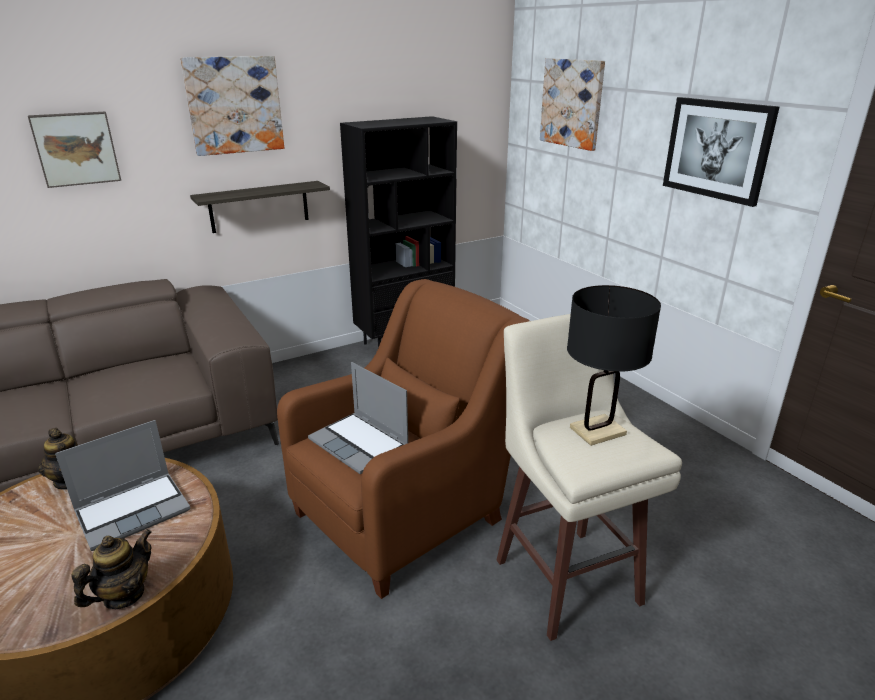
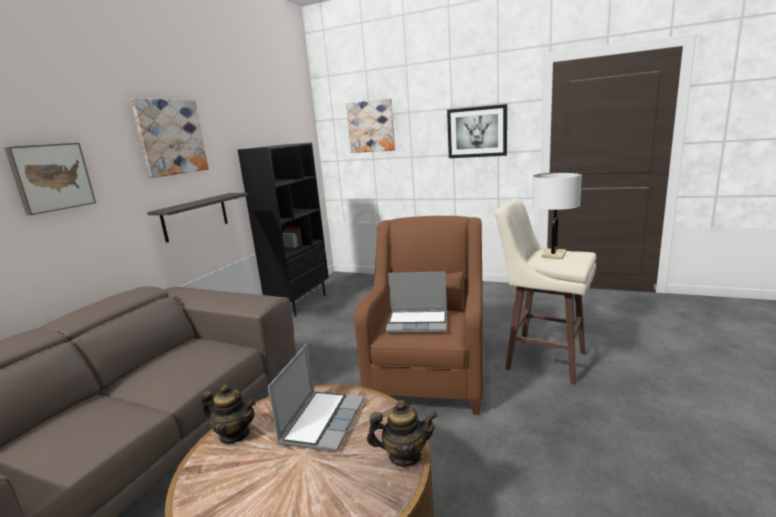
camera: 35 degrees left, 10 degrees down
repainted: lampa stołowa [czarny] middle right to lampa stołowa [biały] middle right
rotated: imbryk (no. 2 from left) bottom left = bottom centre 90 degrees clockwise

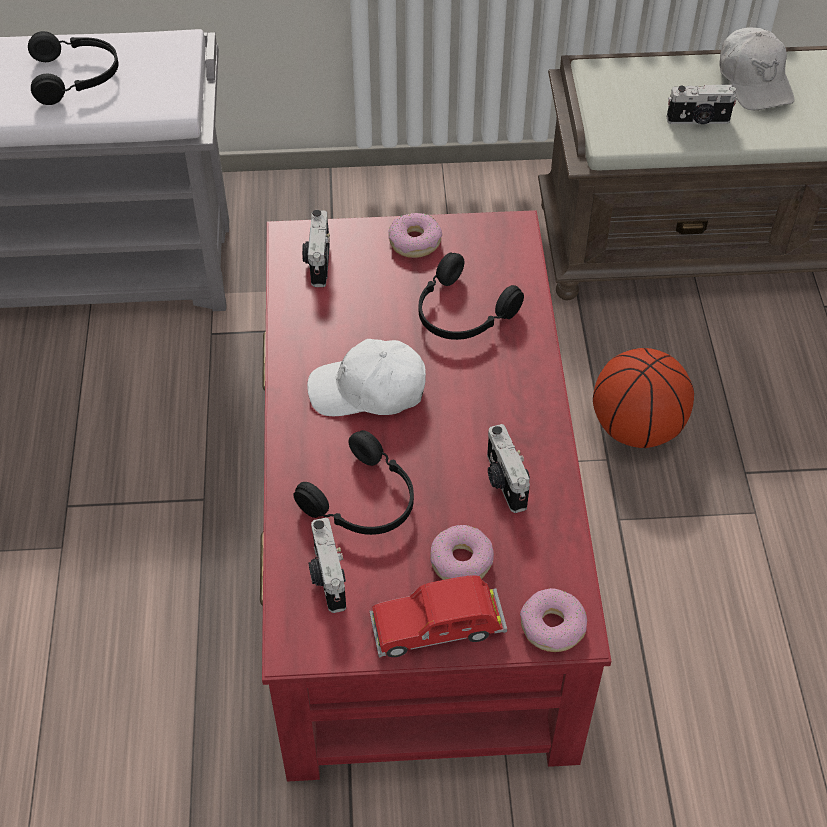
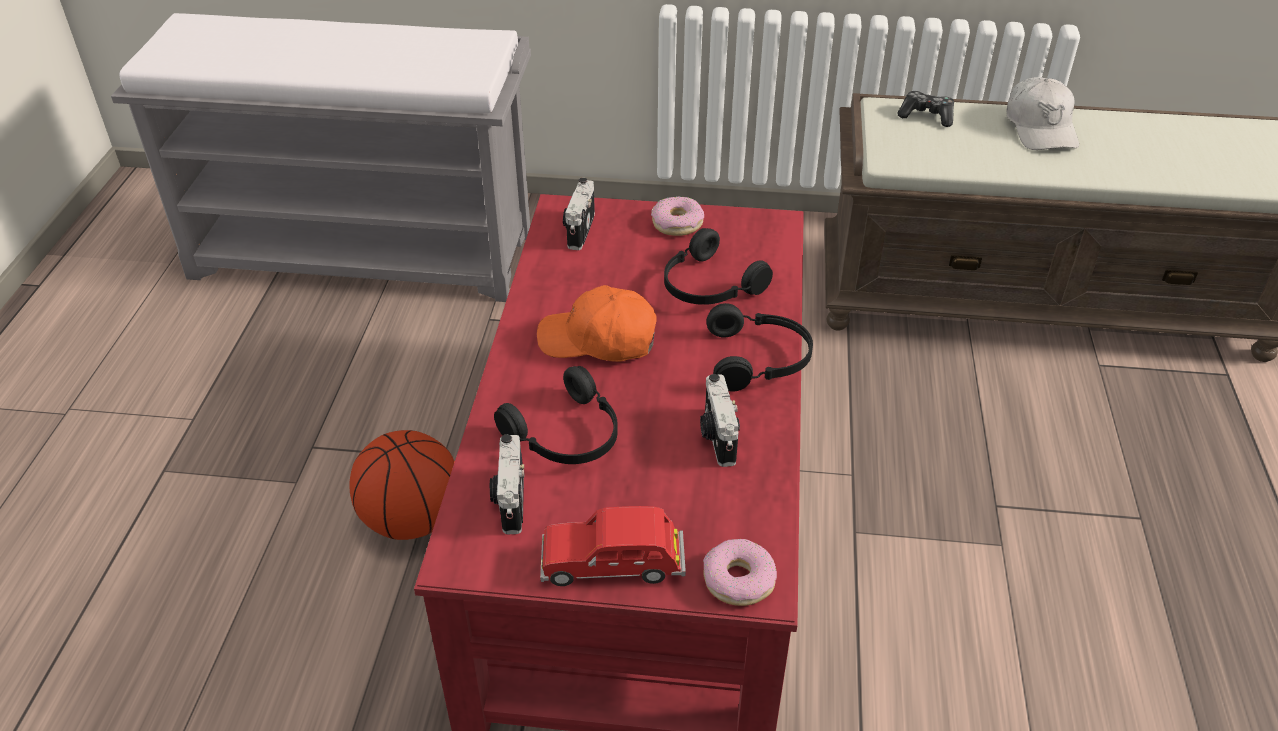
camera: 10 degrees right, 10 degrees down
gone: donut (no. 2 from left) bottom centre; aparat fotograficzny (no. 4 from left) top right
new: pad do gier top right
shifted: słuchawki [czarny] (no. 1 from left in the first image) top left to słuchawki [czarny] (no. 3 from left) centre; piłka do koszykówki middle right to middle left
repainted: czapka z daszkiem [biały] (no. 1 from left) centre to czapka z daszkiem [pomarańczowy] centre

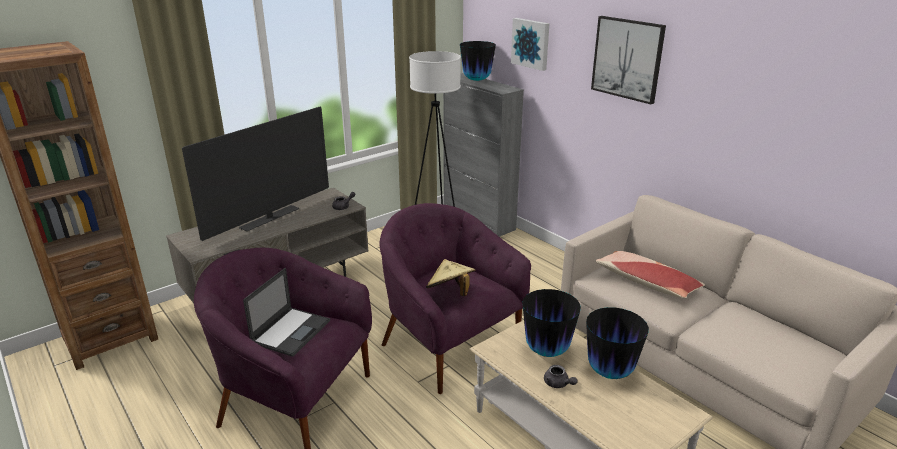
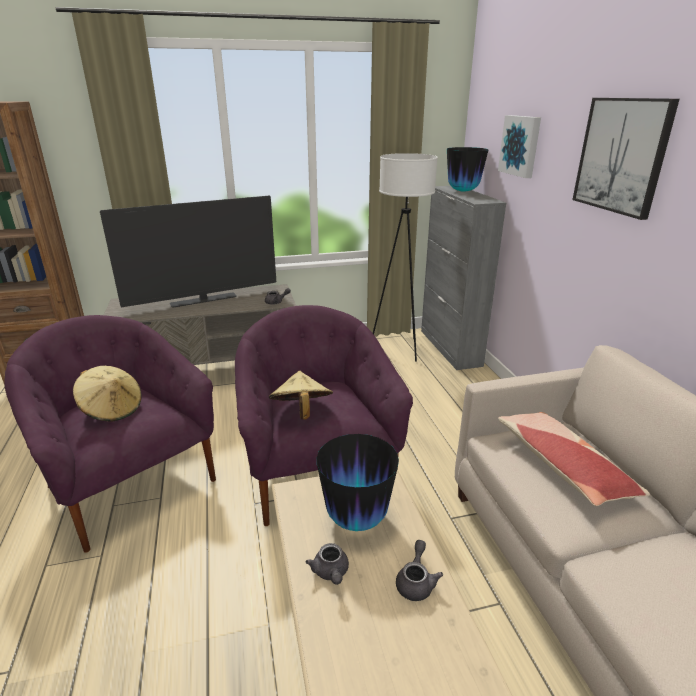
camera: 25 degrees right, 0 degrees up
swapped: laptop bottom left to kapelusz [beżowy] (no. 1 from left) middle left; wazon (no. 3 from left) bottom right to imbryk [szary] (no. 3 from left) bottom centre

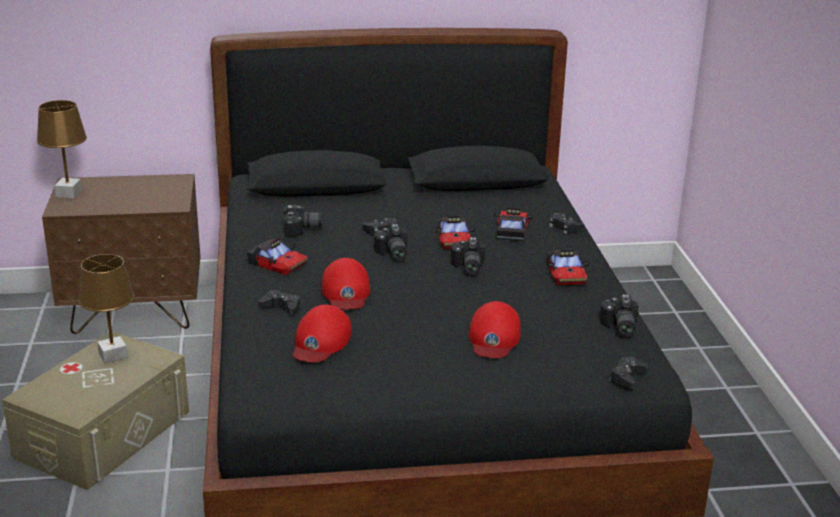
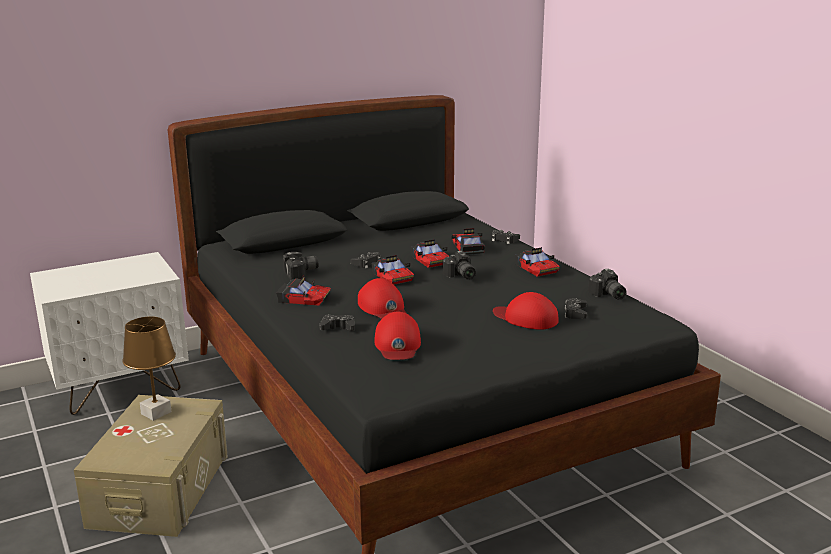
camera: 20 degrees left, 5 degrees down
gone: lampa stołowa [brązowy] (no. 1 from left) top left
shifted: pad do gier [czarny] (no. 4 from left) bottom right to middle right
swapped: aparat fotograficzny (no. 2 from left) centre to samochodzik (no. 2 from left) centre
repainted: szafka nocna [brązowy] middle left to szafka nocna [biały] middle left
rotated: czapka z daszkiem [czerwony] (no. 3 from left) centre = centre 135 degrees clockwise

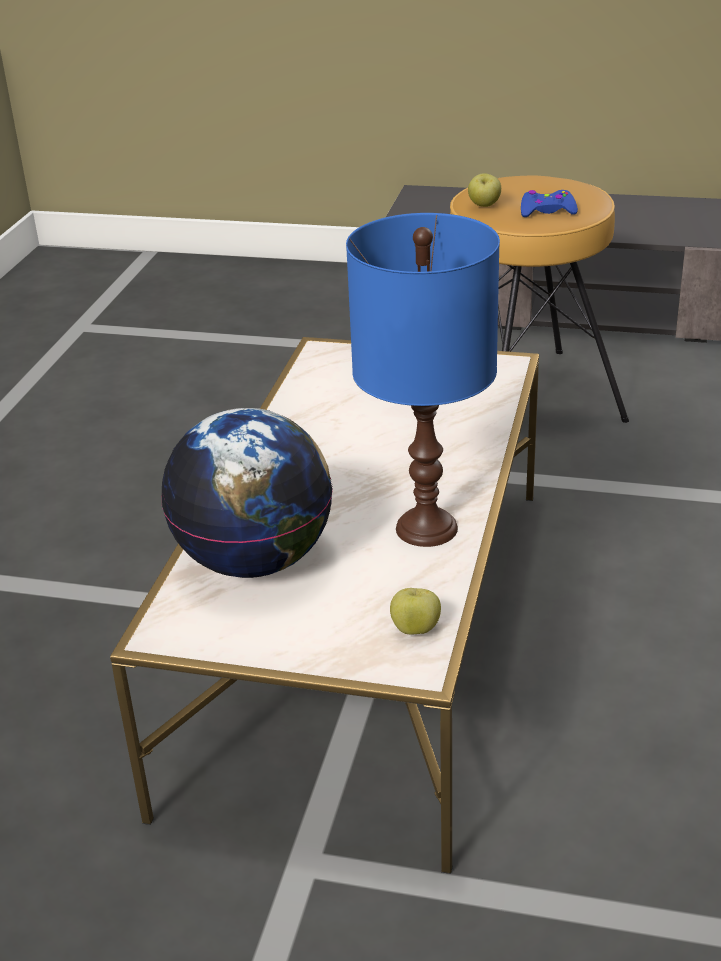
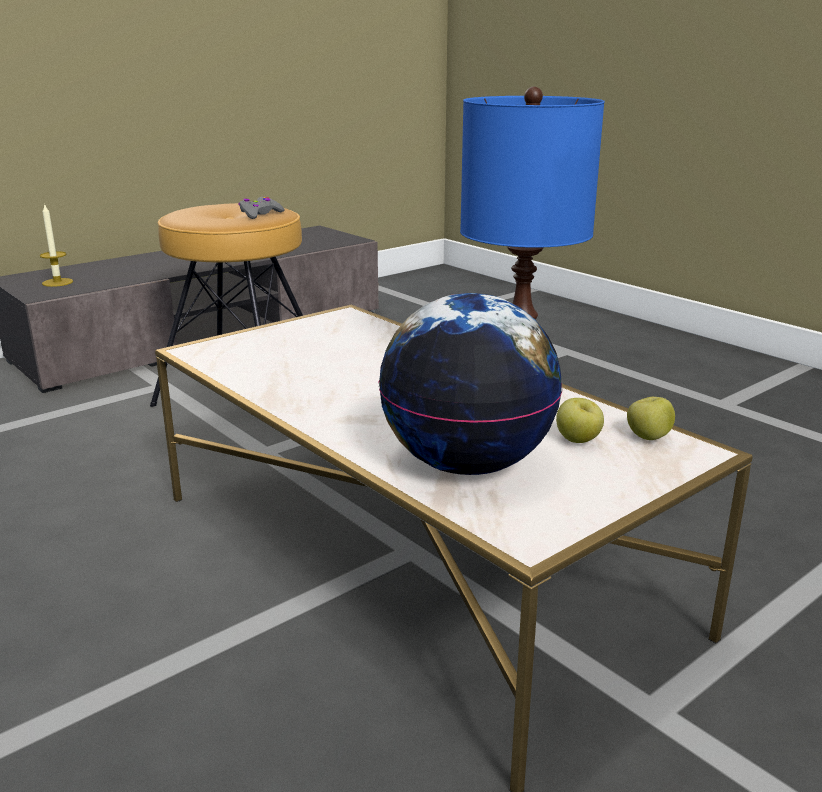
camera: 55 degrees left, 10 degrees down
new: świeca top left
shifted: jabłko (no. 2 from left in the first image) top right to jabłko (no. 1 from left) middle right
repainted: pad do gier [niebieski] top right to pad do gier [szary] top left

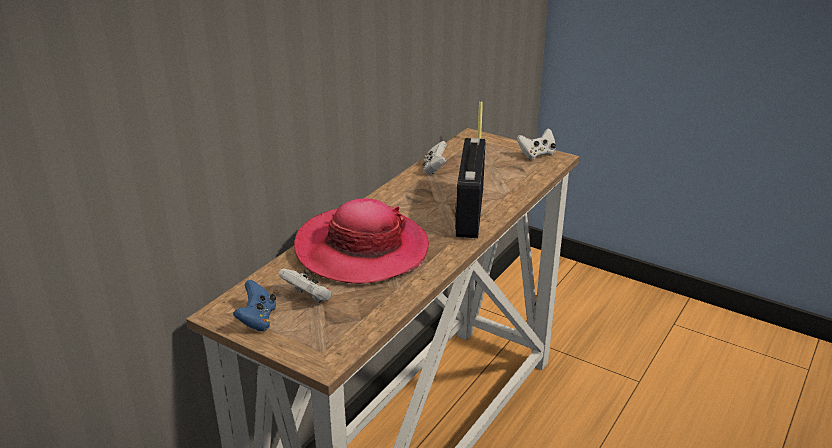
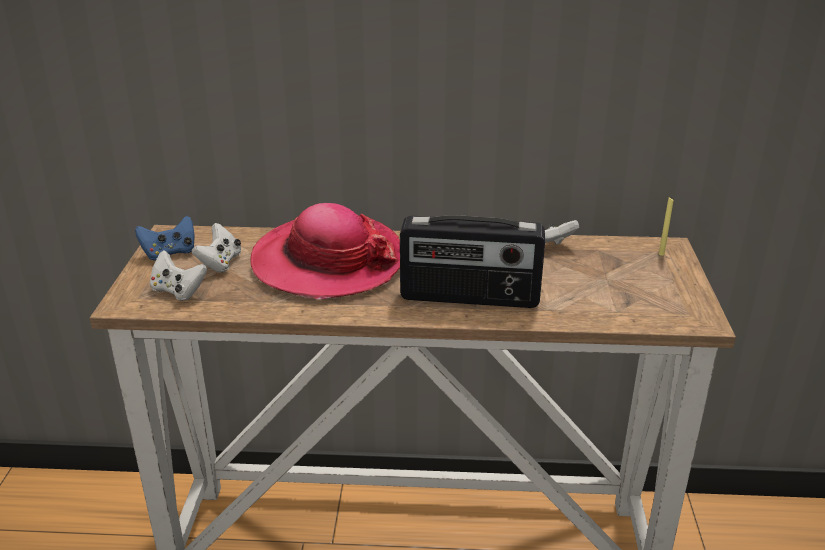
camera: 60 degrees right, 0 degrees up
shifted: pad do gier [biały] (no. 3 from left in the first image) top centre to pad do gier [biały] (no. 1 from left) middle left
rotated: radio centre = centre 150 degrees counterclockwise

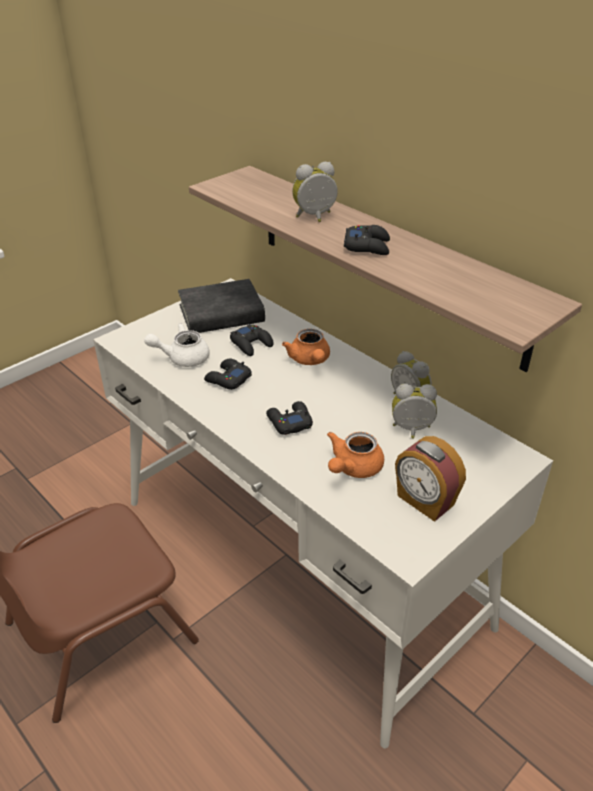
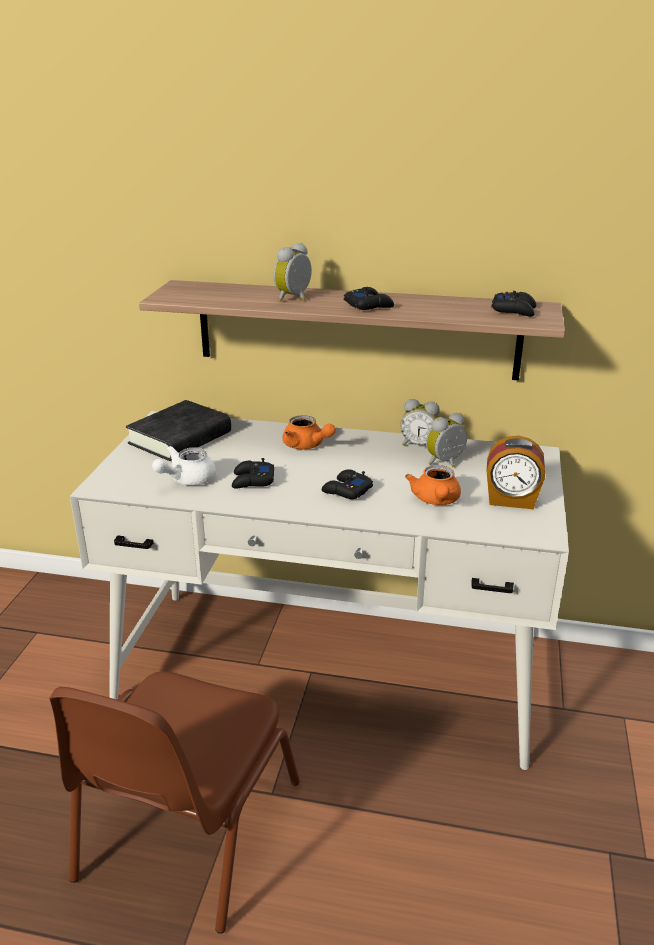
camera: 35 degrees left, 10 degrees down
shifted: pad do gier [czarny] (no. 2 from left in the first image) centre to pad do gier [czarny] (no. 4 from left) top right

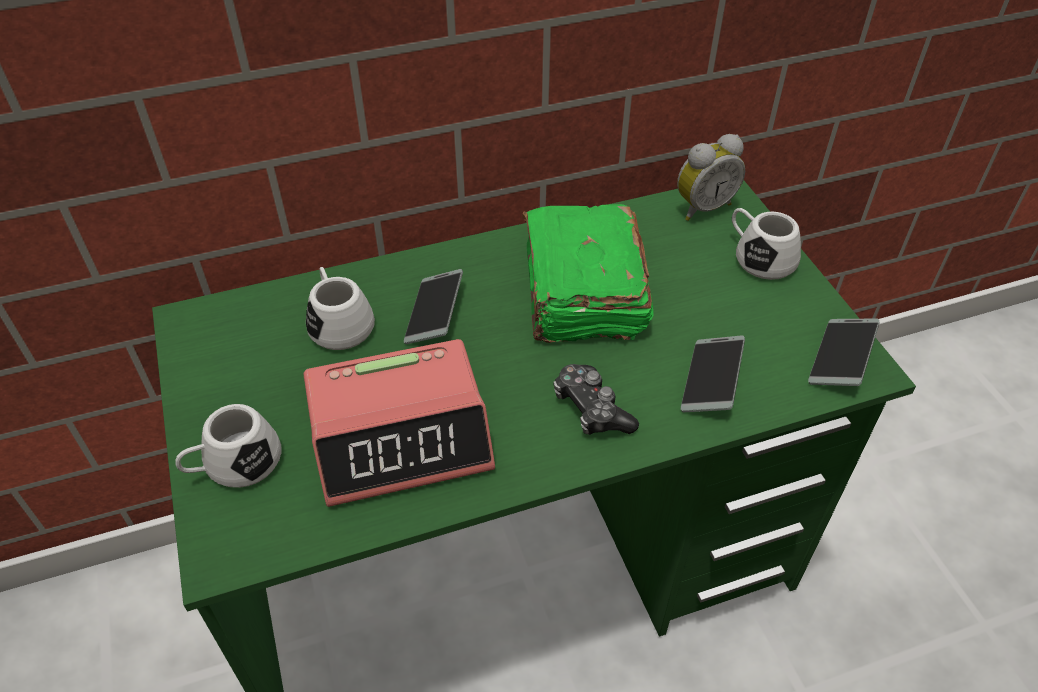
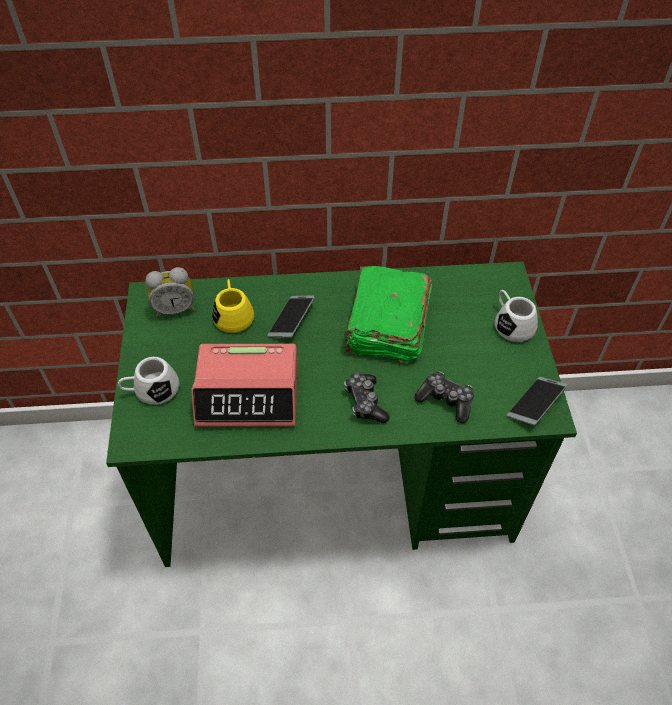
camera: 15 degrees right, 5 degrees up
shifted: budzik (no. 2 from left in the first image) top right to budzik (no. 1 from left) middle left
swapped: telefon (no. 2 from left) middle right to pad do gier (no. 2 from left) centre
repainted: kubek [biały] (no. 2 from left) middle left to kubek [żółty] centre

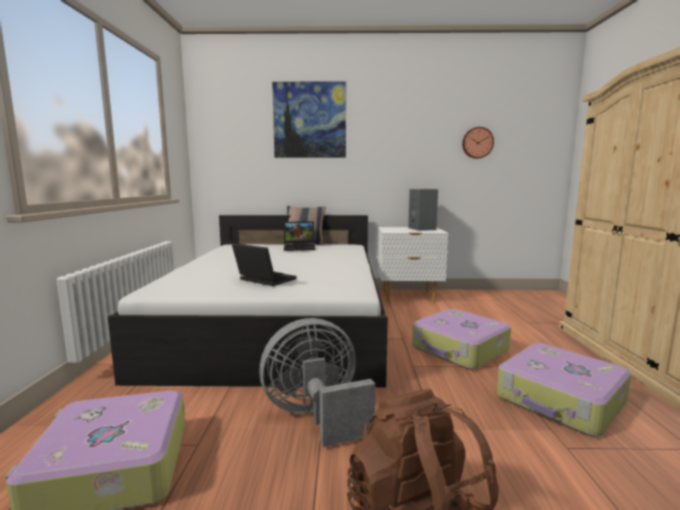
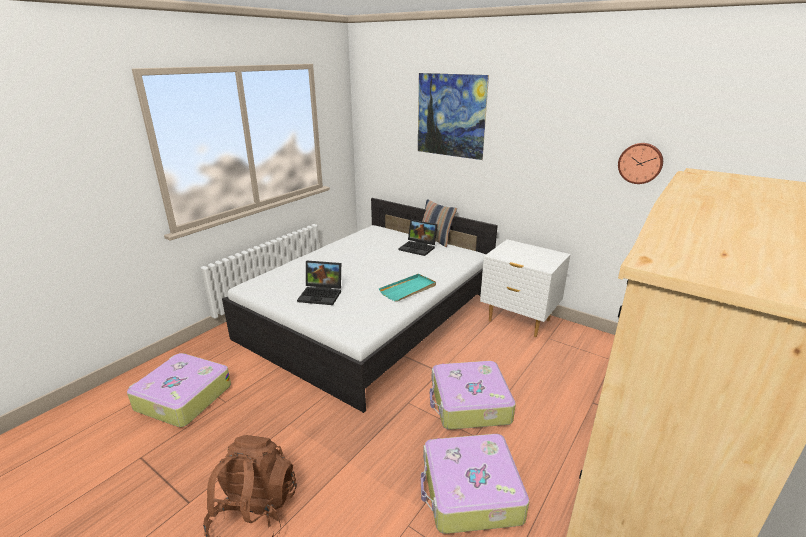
camera: 35 degrees right, 15 degrees up
gone: wentylator [szary] bottom centre; głośnik [szary] centre
new: taca [turkusowy] centre
rotated: laptop (no. 1 from left) centre = centre 120 degrees clockwise

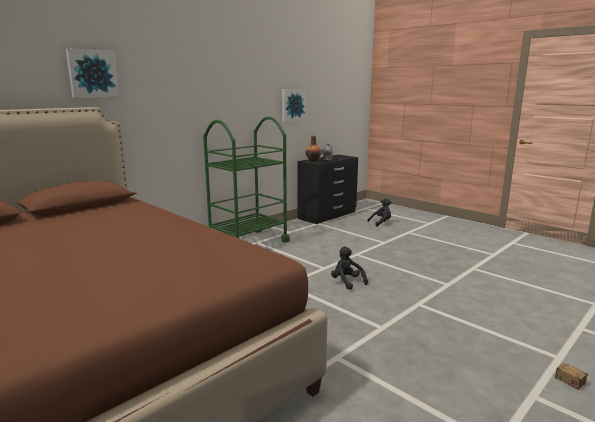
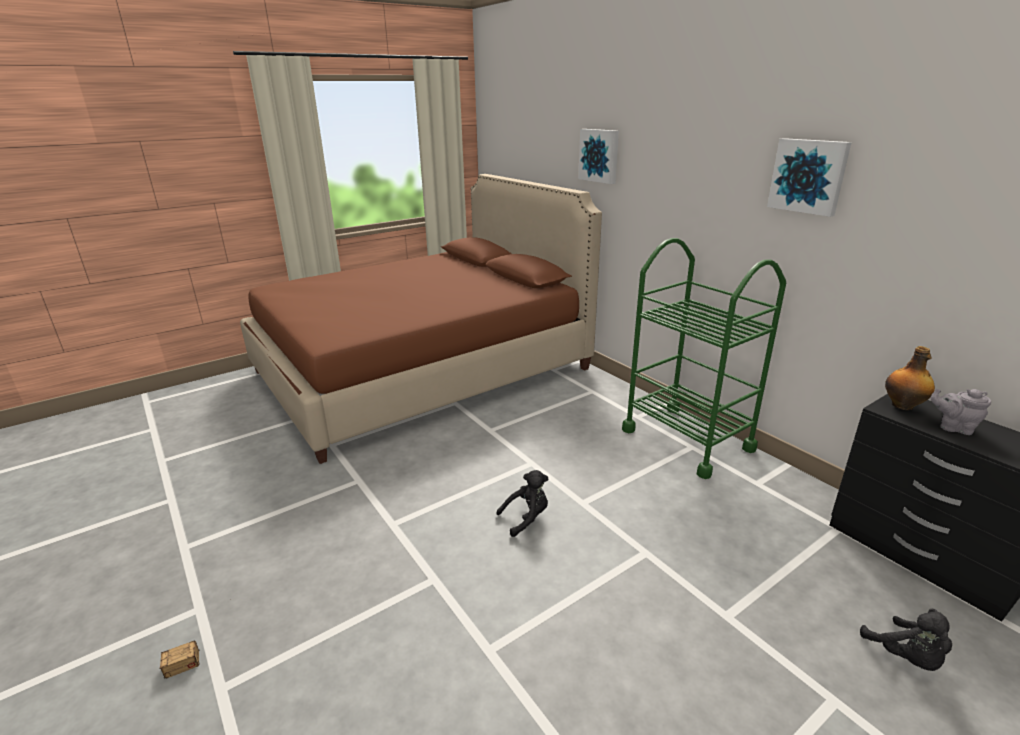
camera: 100 degrees right, 10 degrees up
shifted: obraz (no. 2 from left) top centre to top right

